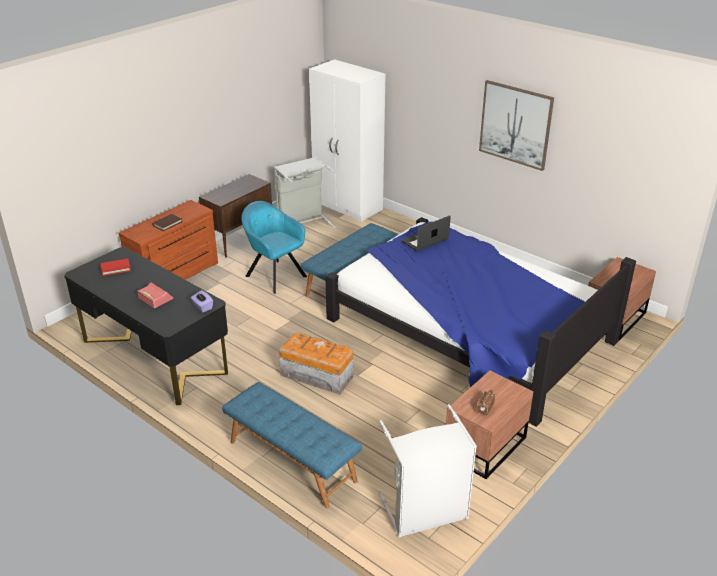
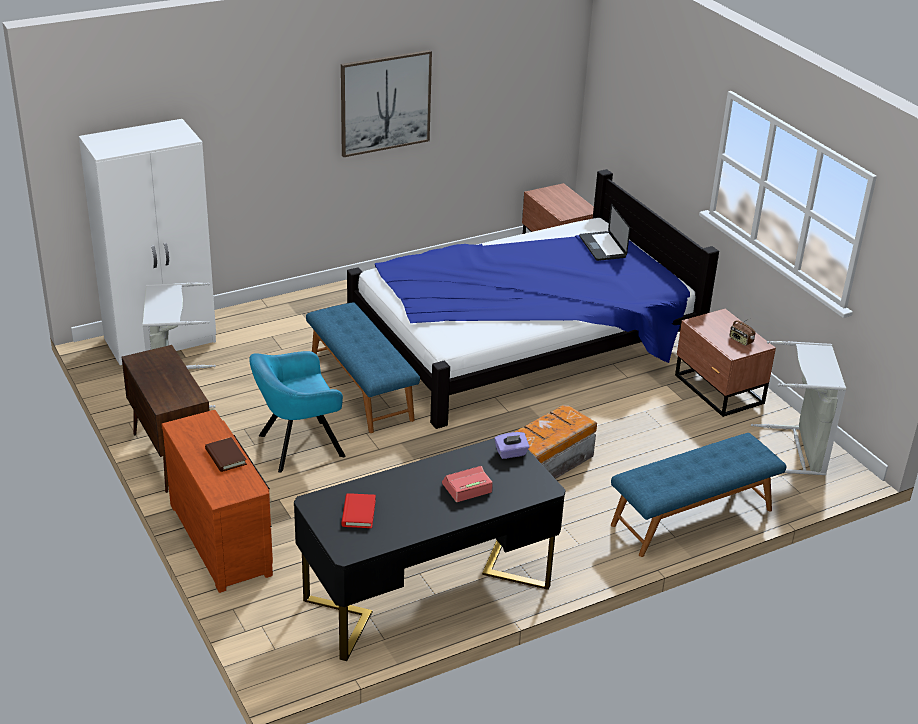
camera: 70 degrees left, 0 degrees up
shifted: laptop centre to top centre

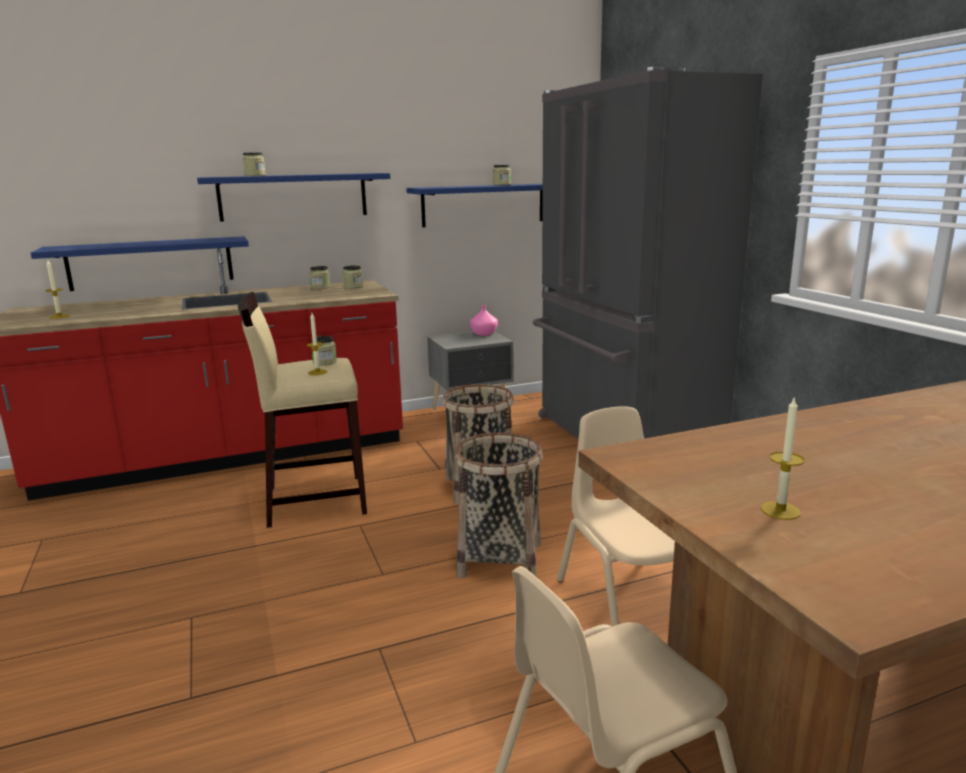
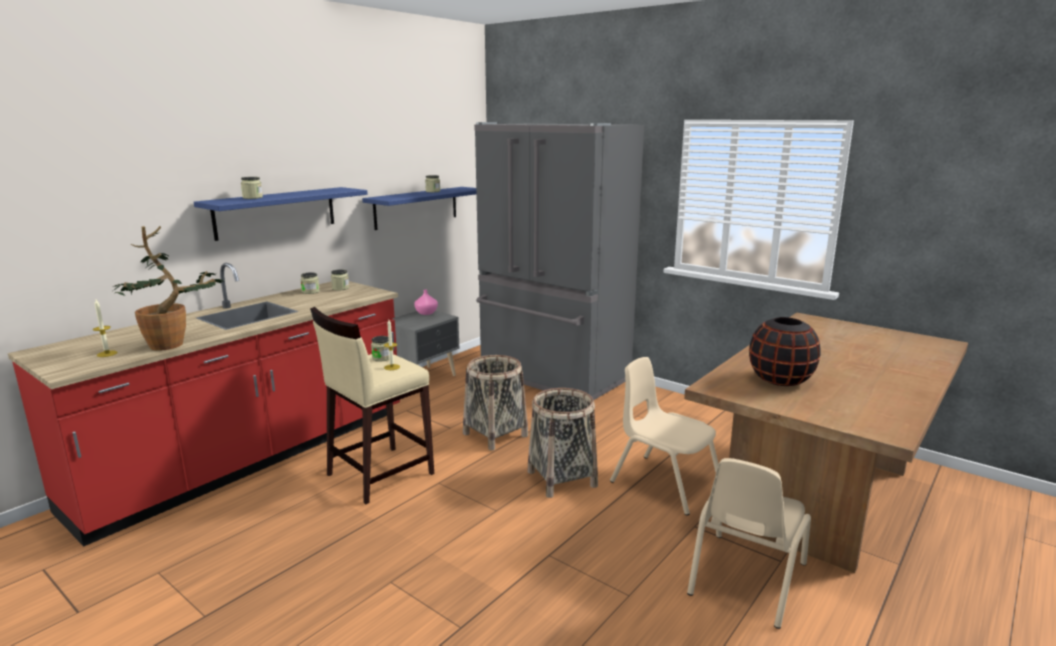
camera: 30 degrees left, 0 degrees up
gone: półka [niebieski] (no. 1 from left) middle left; świeca (no. 3 from left) middle right
new: roślina doniczkowa middle left; wazon [czarny] middle right

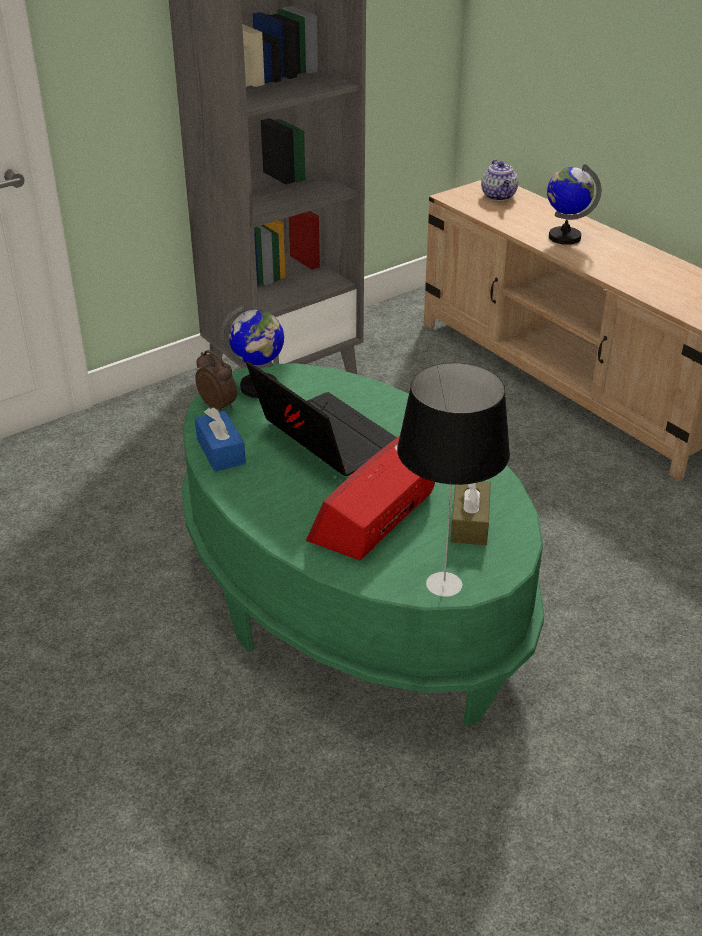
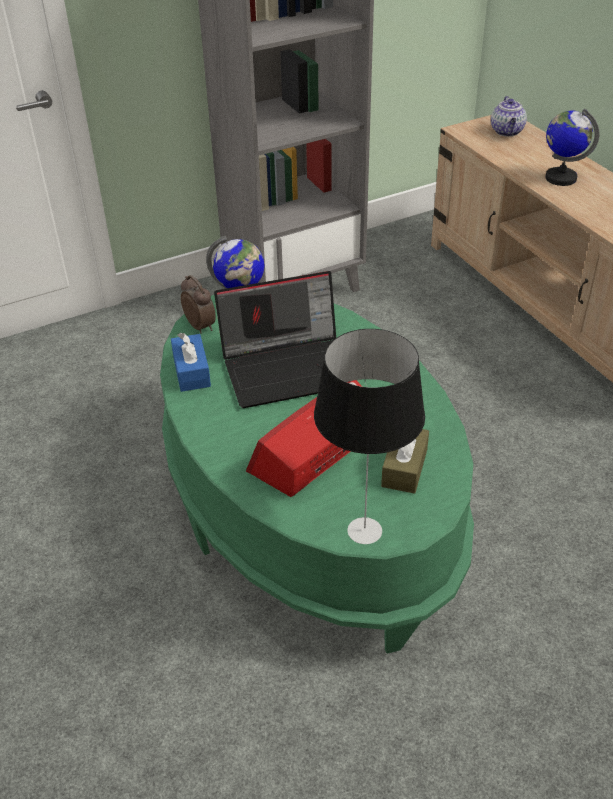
camera: 10 degrees right, 5 degrees up
rotated: laptop centre = centre 105 degrees clockwise

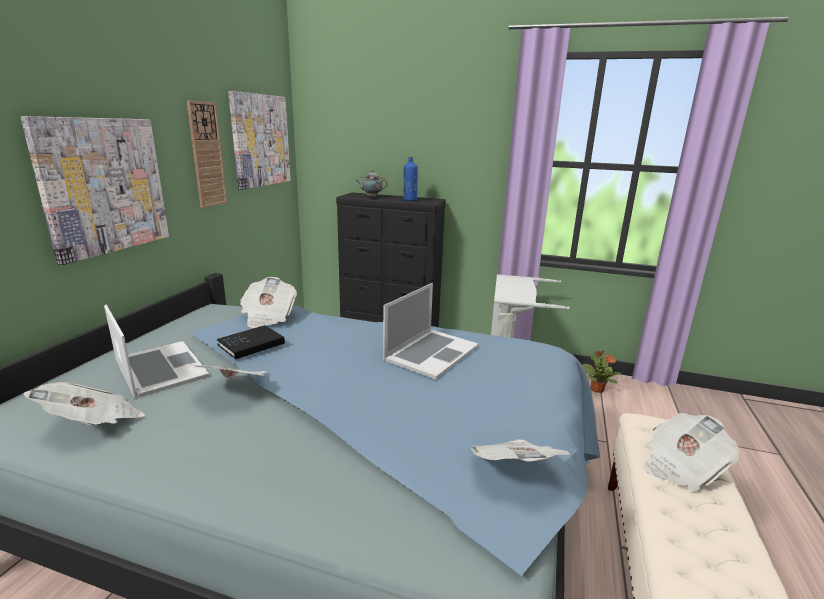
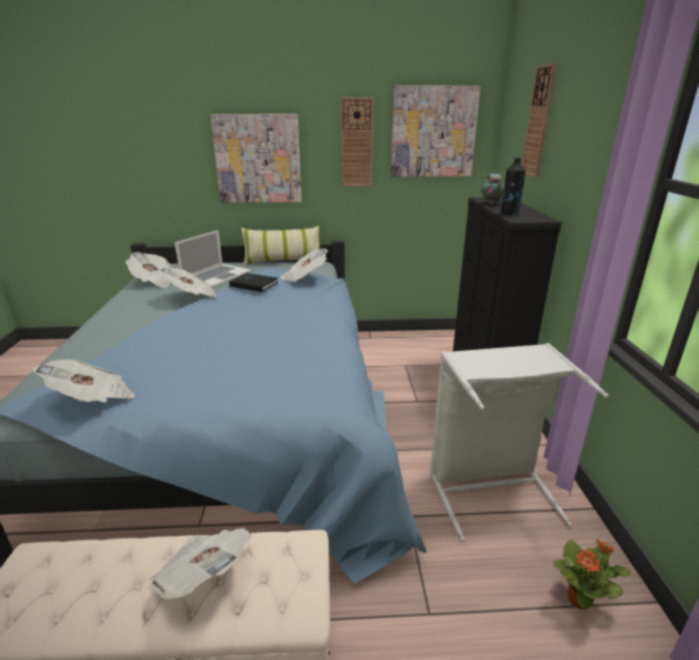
camera: 70 degrees right, 5 degrees up
gone: laptop (no. 2 from left) centre
new: poduszka centre; zegar ścienny (no. 2 from left) top right
repainted: butelka [niebieski] top centre to butelka [czarny] top right

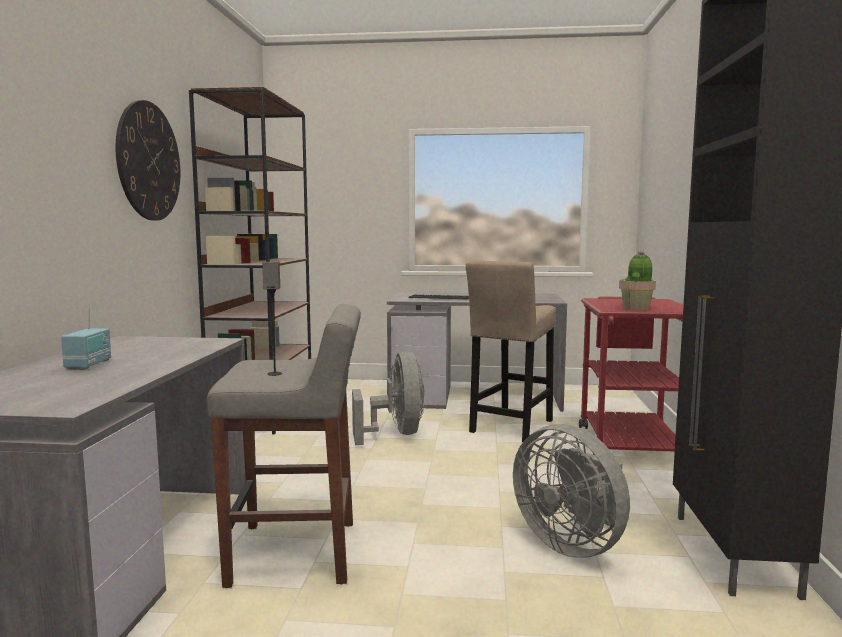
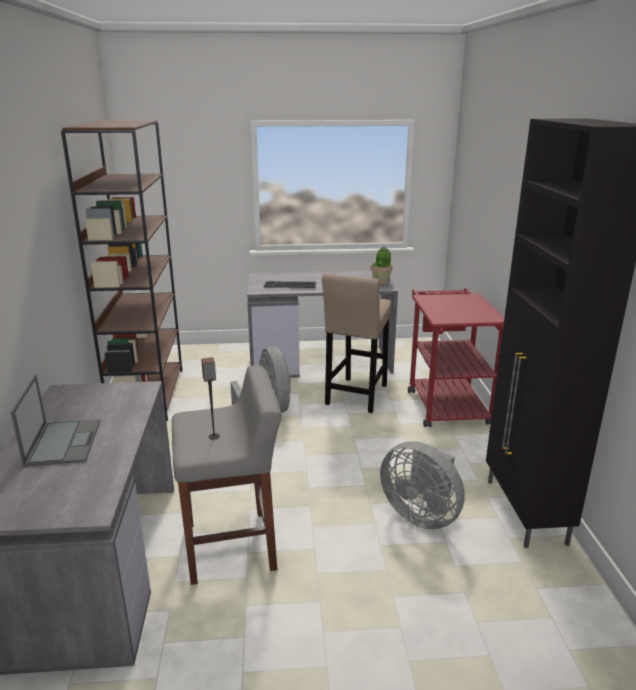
camera: 10 degrees left, 15 degrees up
gone: zegar ścienny top left
shifted: roślina doniczkowa middle right to centre
swapped: radio middle left to laptop middle left

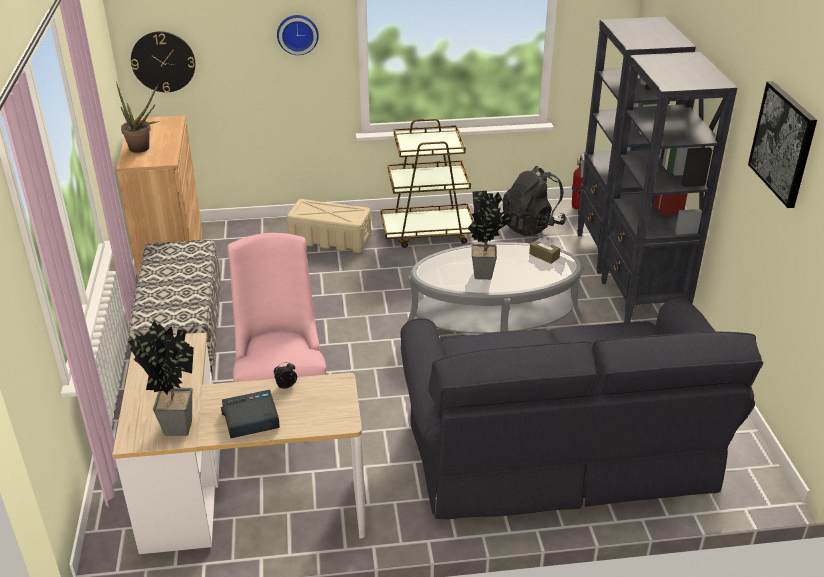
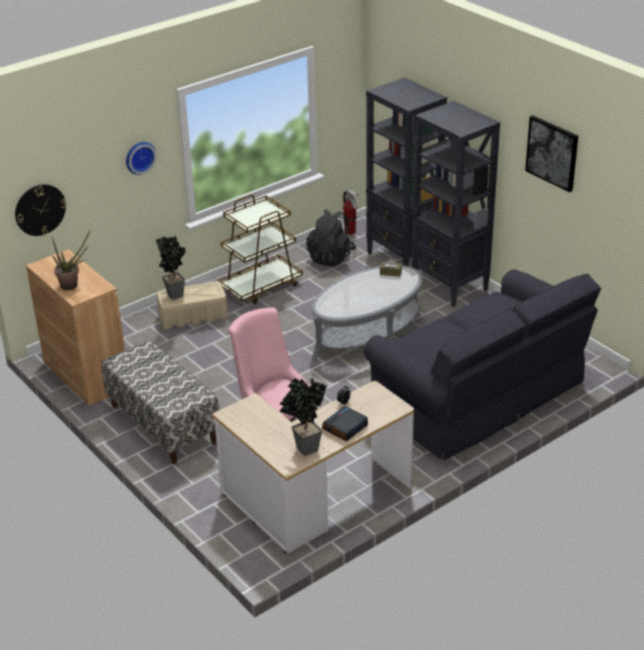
camera: 30 degrees left, 0 degrees up
shifted: roślina doniczkowa (no. 3 from left in the first image) centre to roślina doniczkowa (no. 2 from left) middle left

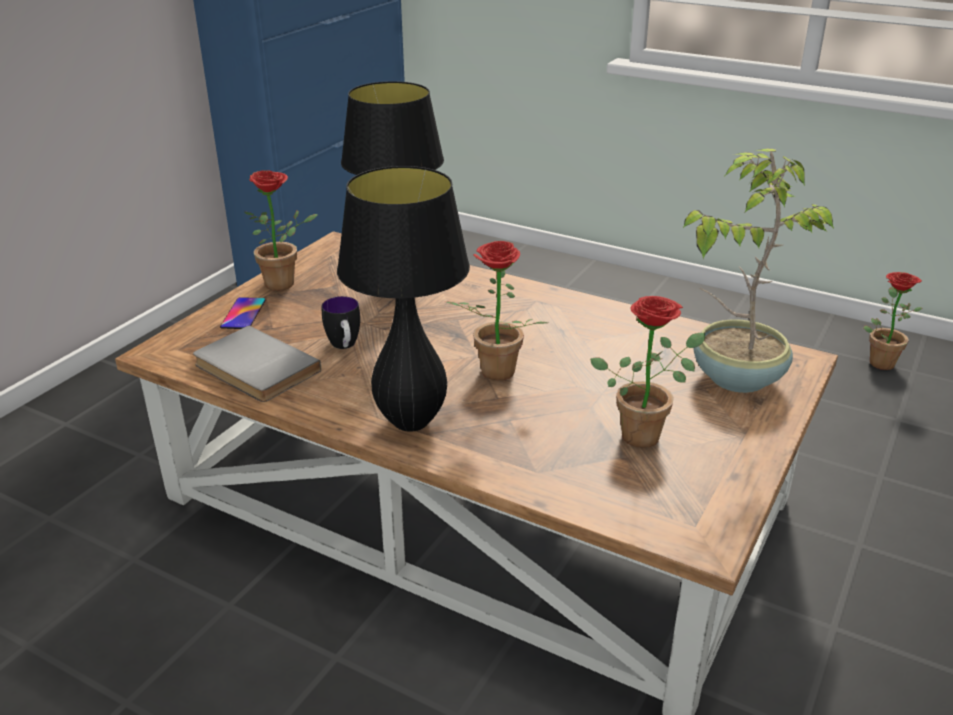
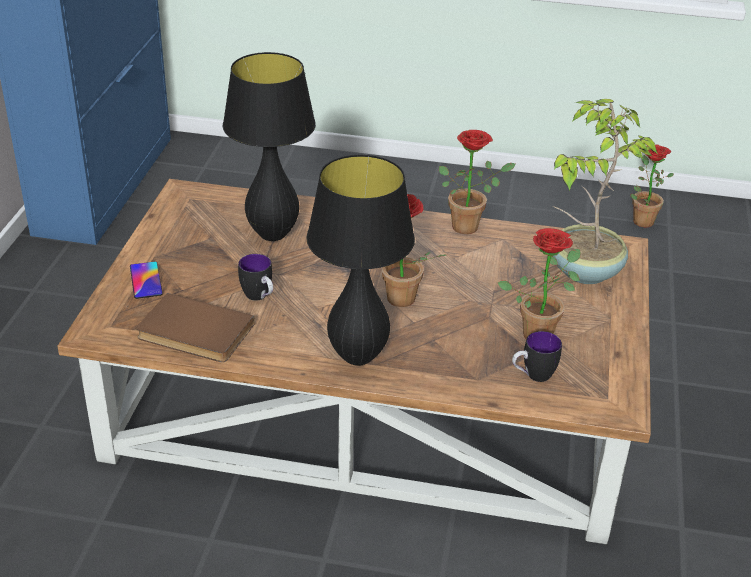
camera: 20 degrees left, 5 degrees up
new: kubek (no. 2 from left) middle right
shifted: roślina doniczkowa (no. 1 from left in the first image) top left to roślina doniczkowa (no. 2 from left) top centre
repainted: książka [szary] middle left to książka [brązowy] middle left

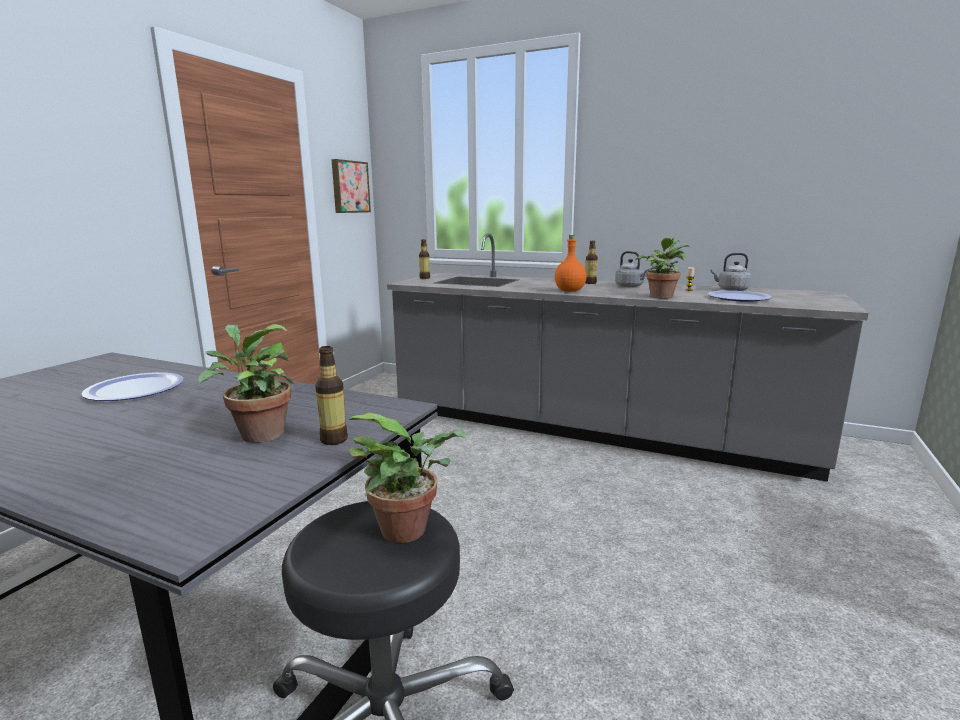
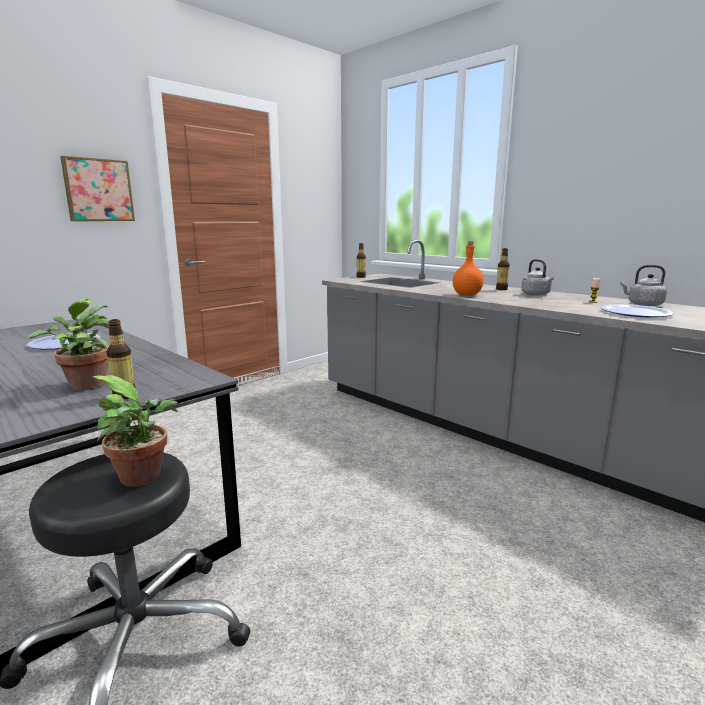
camera: 20 degrees right, 0 degrees up
gone: roślina doniczkowa (no. 3 from left) middle right
shifted: obraz top centre to top left

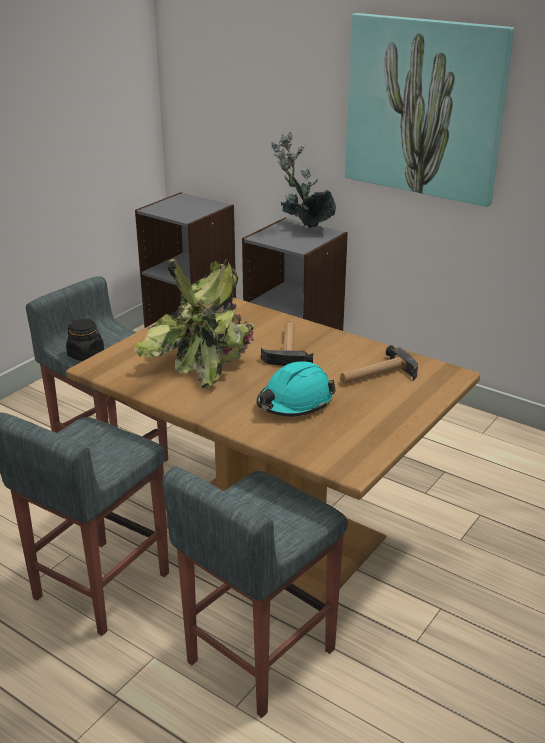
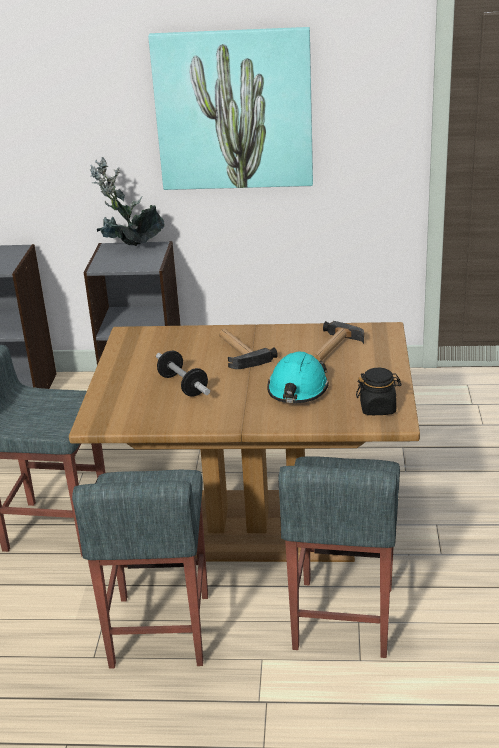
camera: 30 degrees left, 0 degrees up
shifted: słoik [czarny] middle left to middle right
swapped: roślina doniczkowa (no. 1 from left) centre to hantel centre

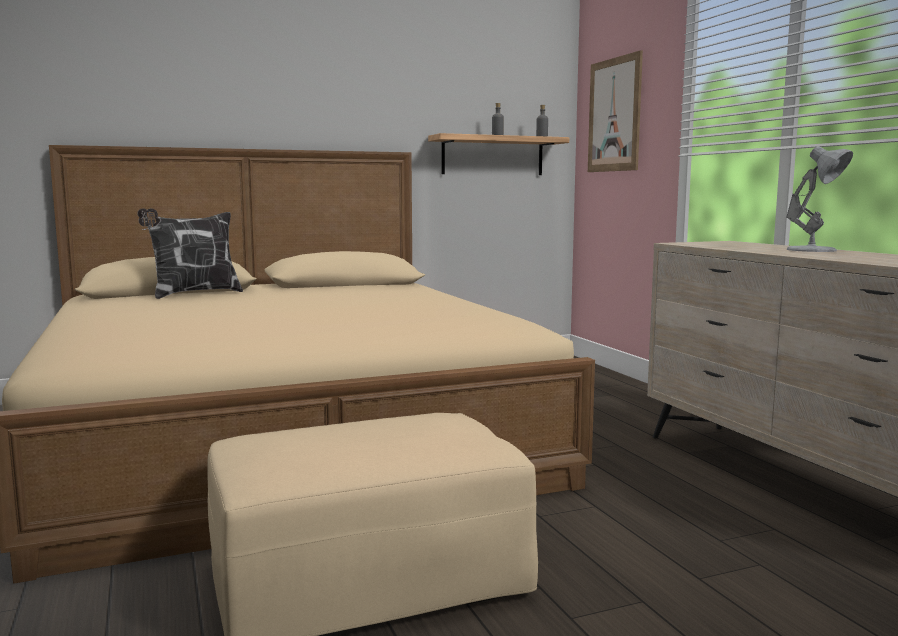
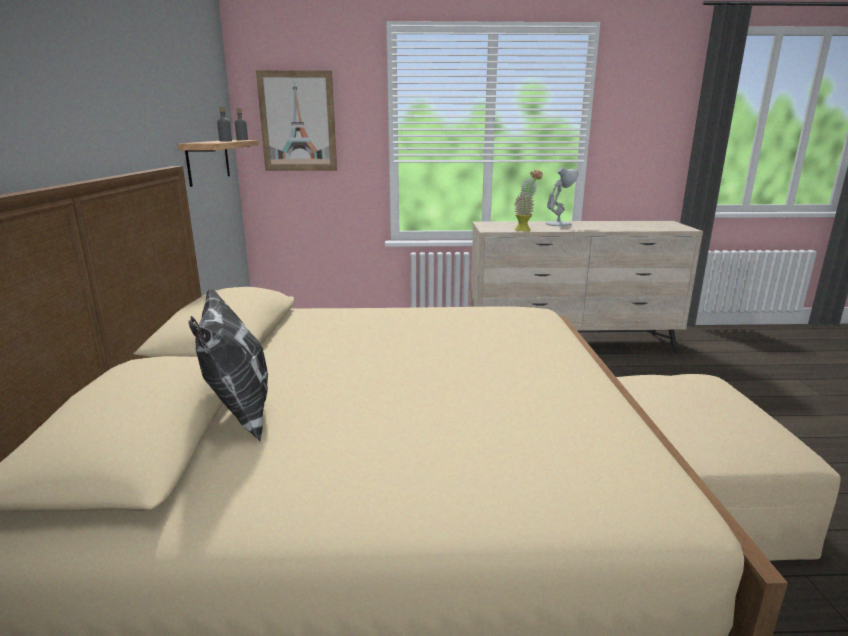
camera: 70 degrees left, 10 degrees up
new: roślina doniczkowa top centre

